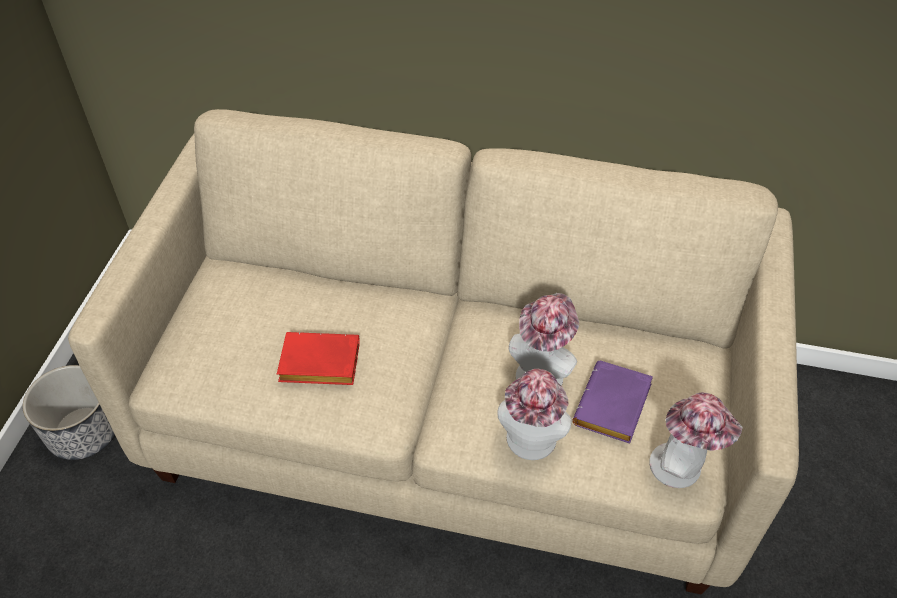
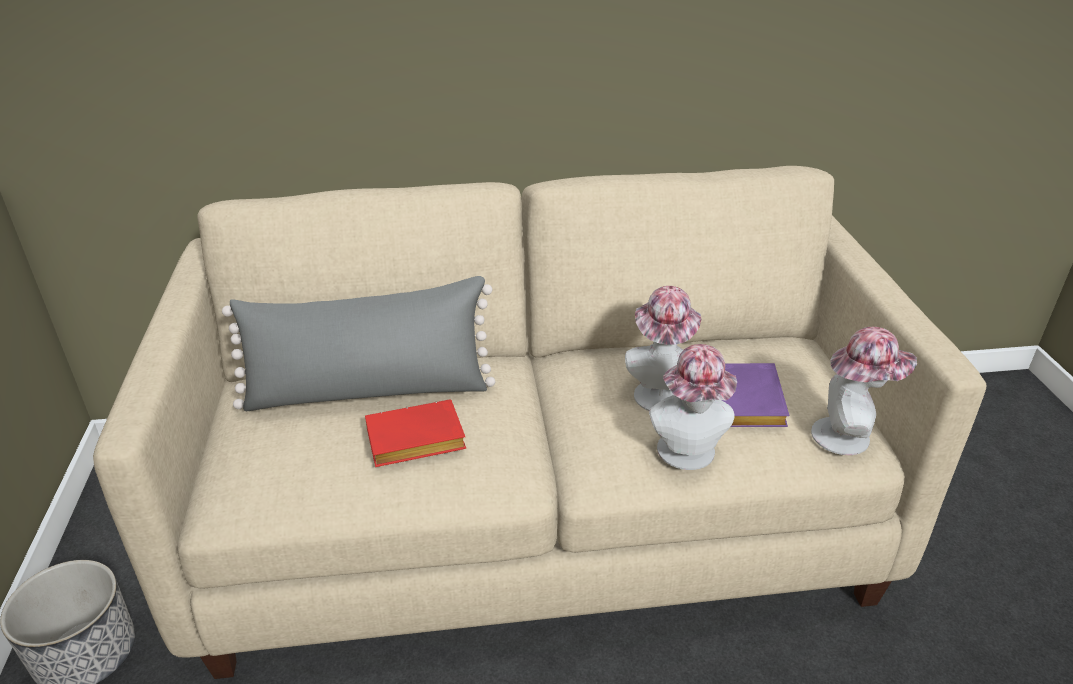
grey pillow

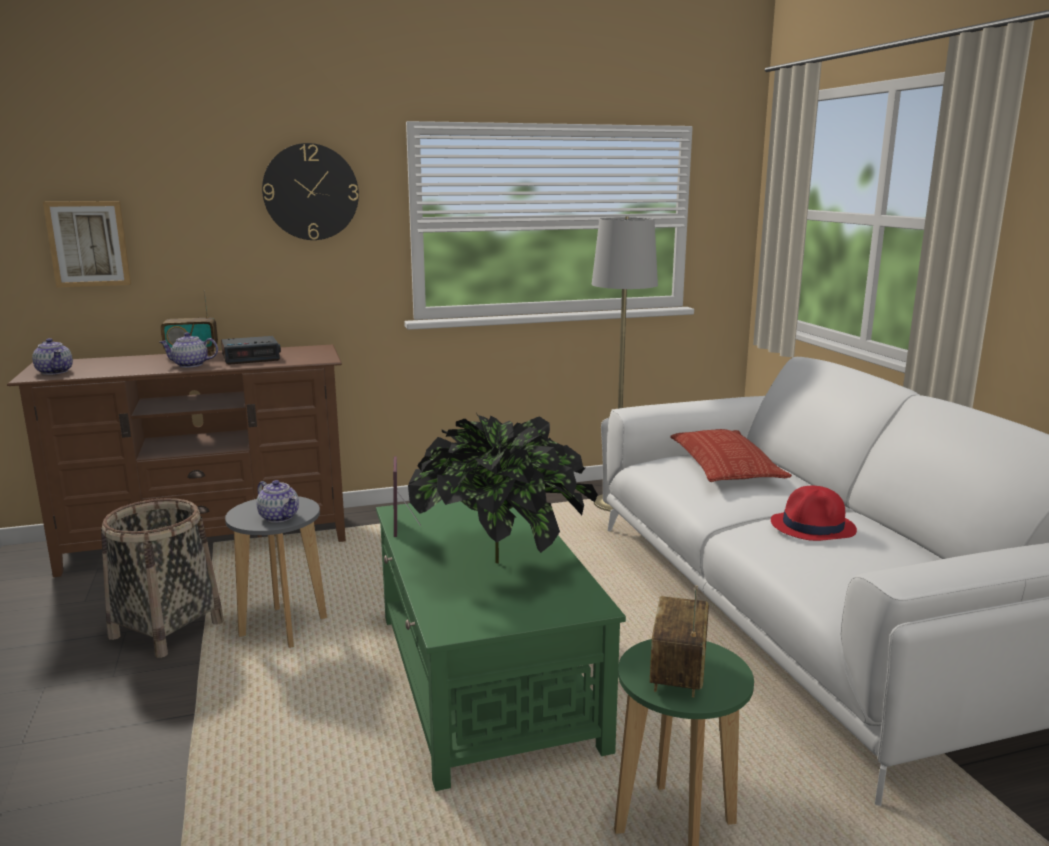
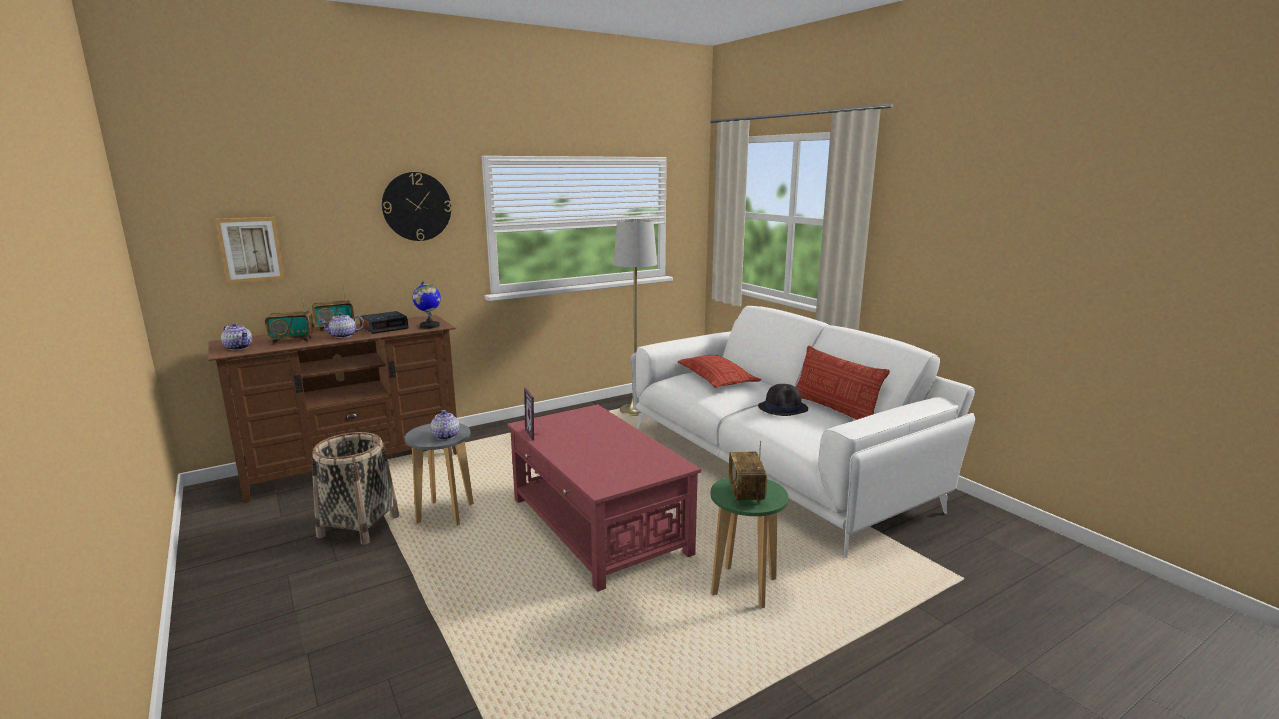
teapot (3rd from left); red coffee table; potted plant; black hat; radio (1st from left); globe; pillow (2nd from left)

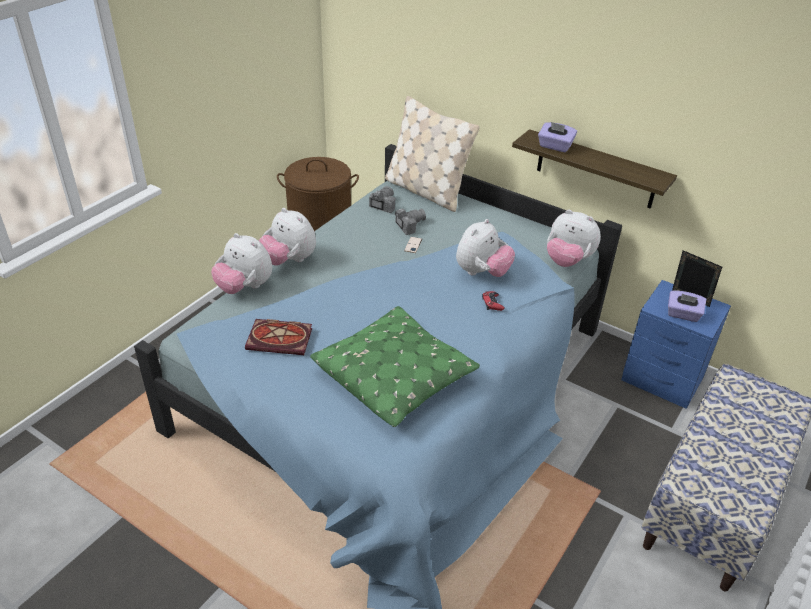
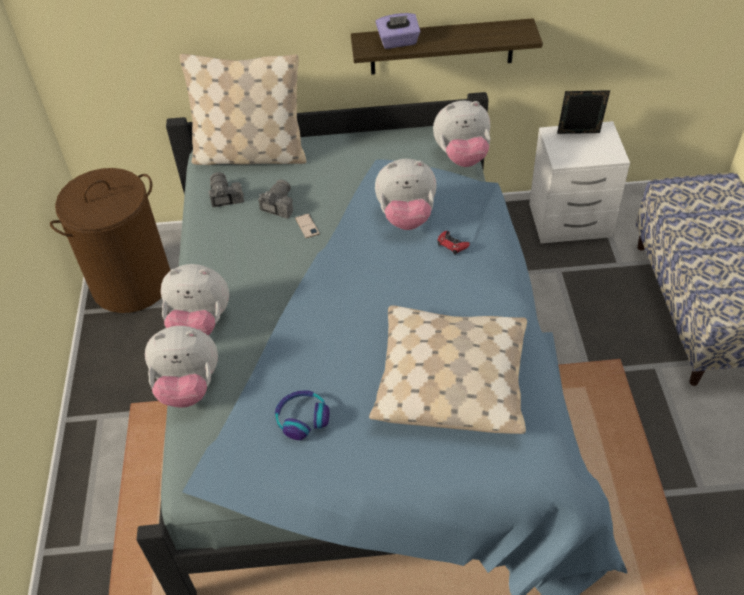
headphones; beige pillow (2nd from left); plush toy (3rd from left); white nightstand; purple tissue box (2nd from left in the first image)

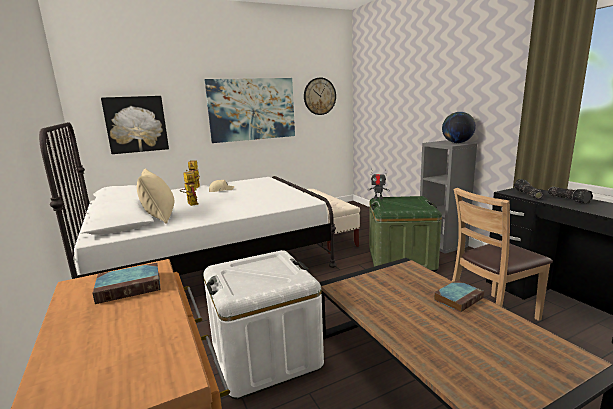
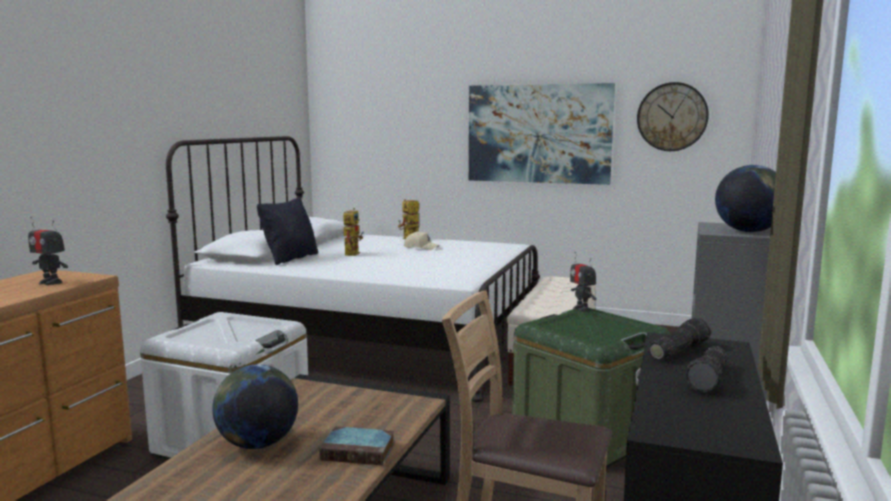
toy robot (1st from left); picture (1st from left in the first image); black pillow; globe (1st from left)

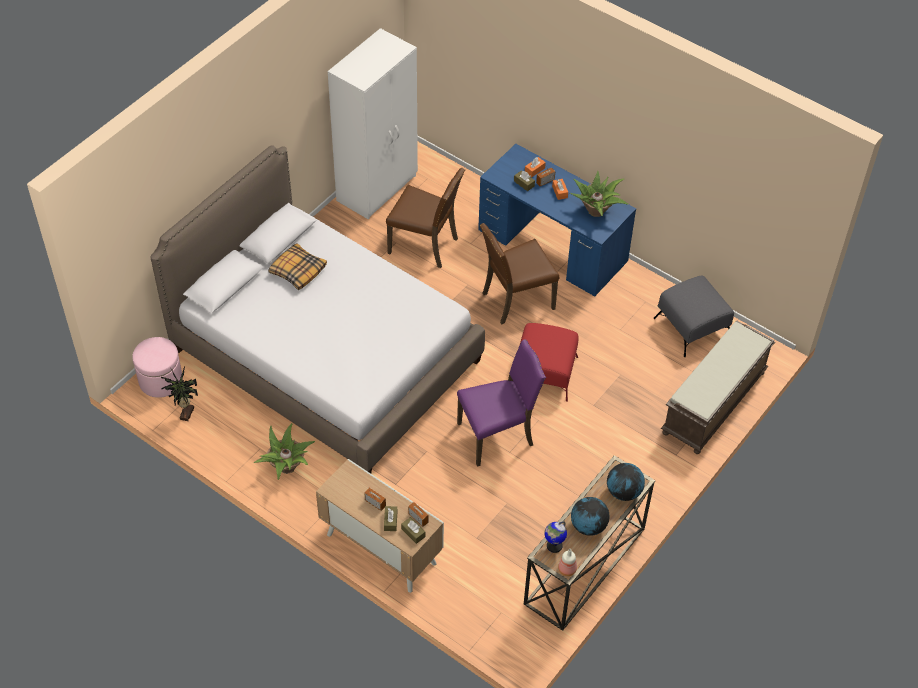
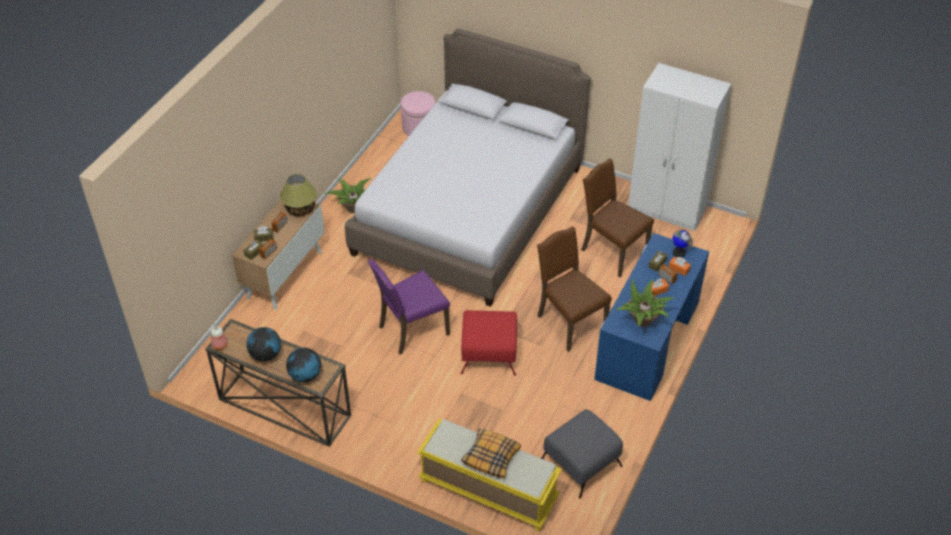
potted plant (1st from left in the first image); pillow; brown chair (2nd from left); purple chair; globe (3rd from left); yellow bench; table lamp

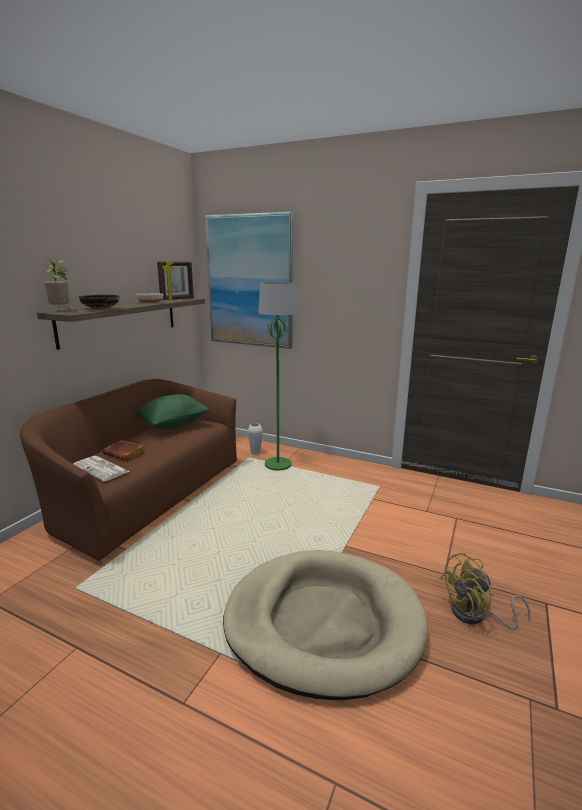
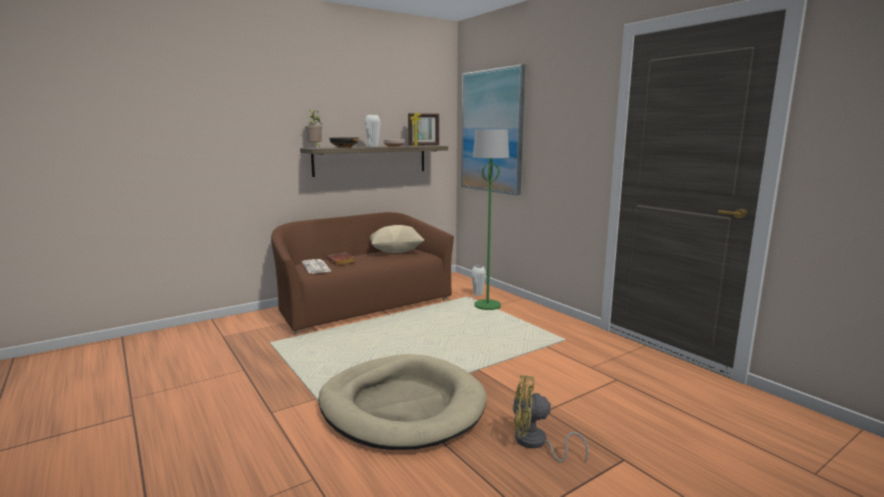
beige pillow; white vase (1st from left)

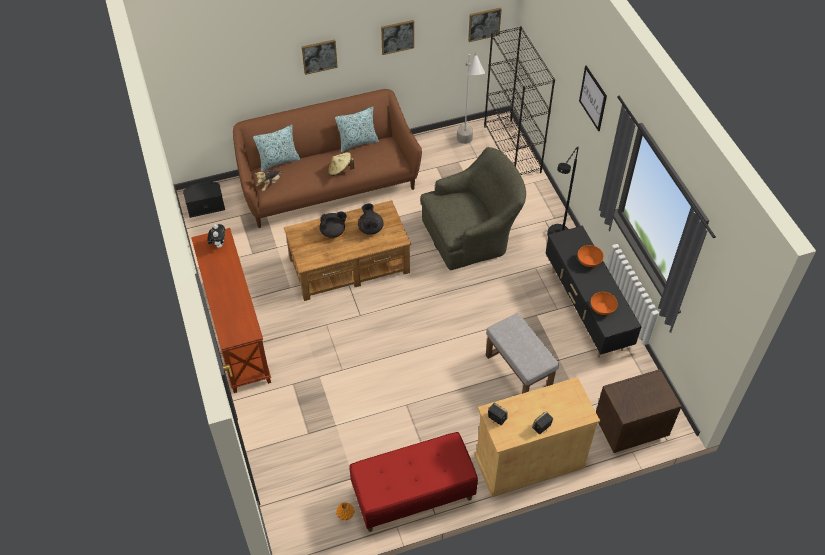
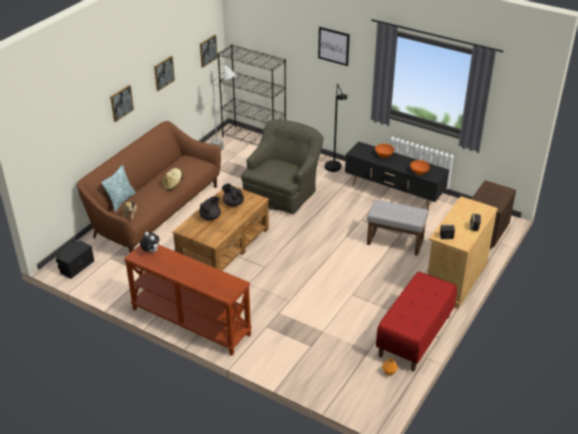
pillow (2nd from left in the first image)

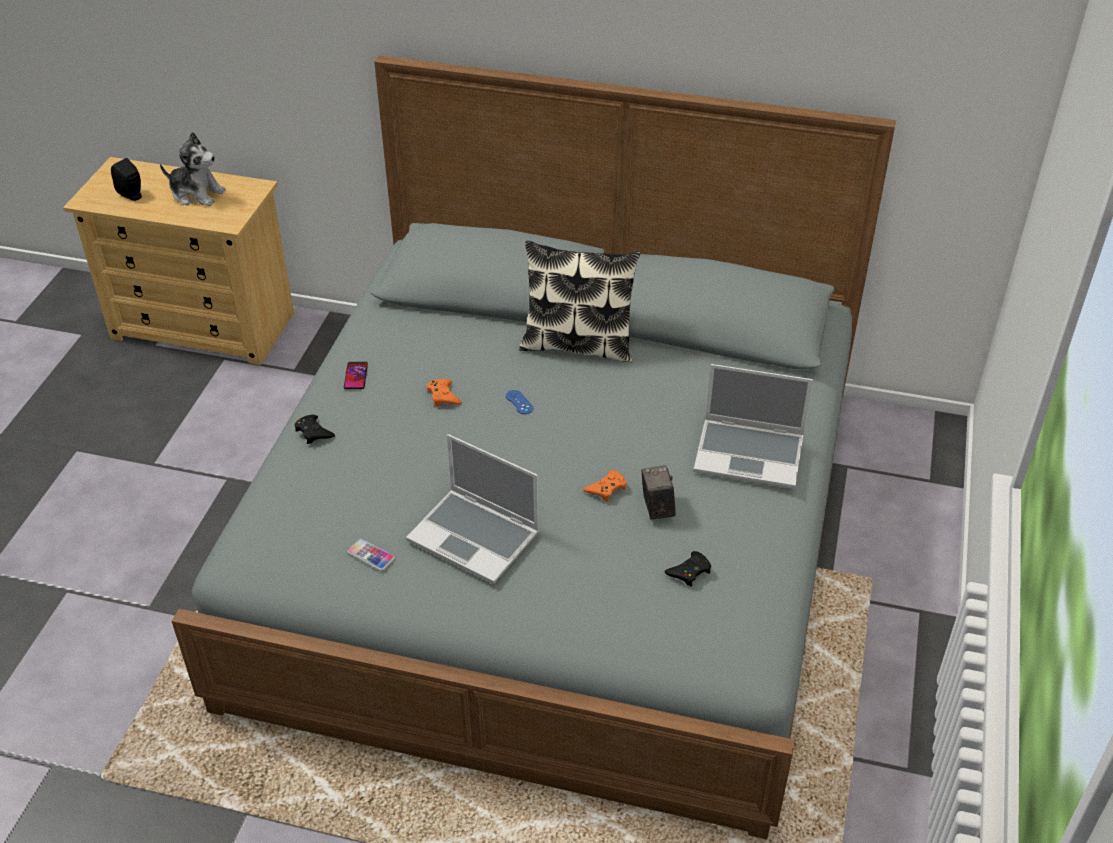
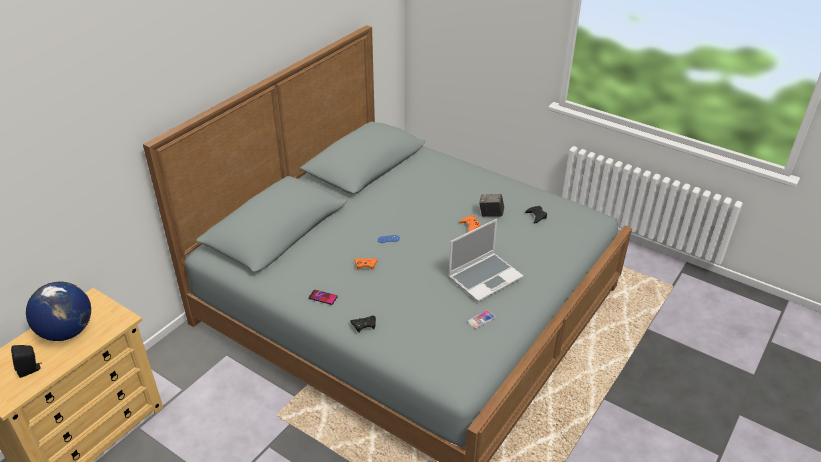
globe; pillow; laptop (2nd from left in the first image)

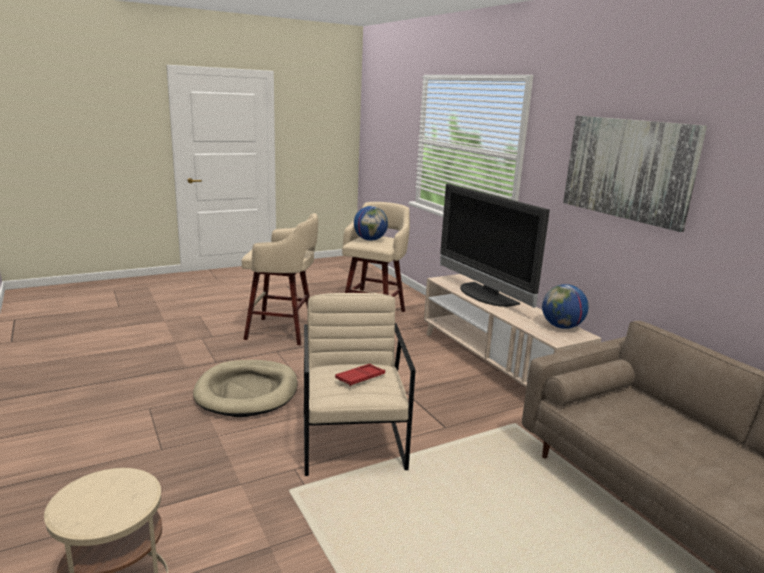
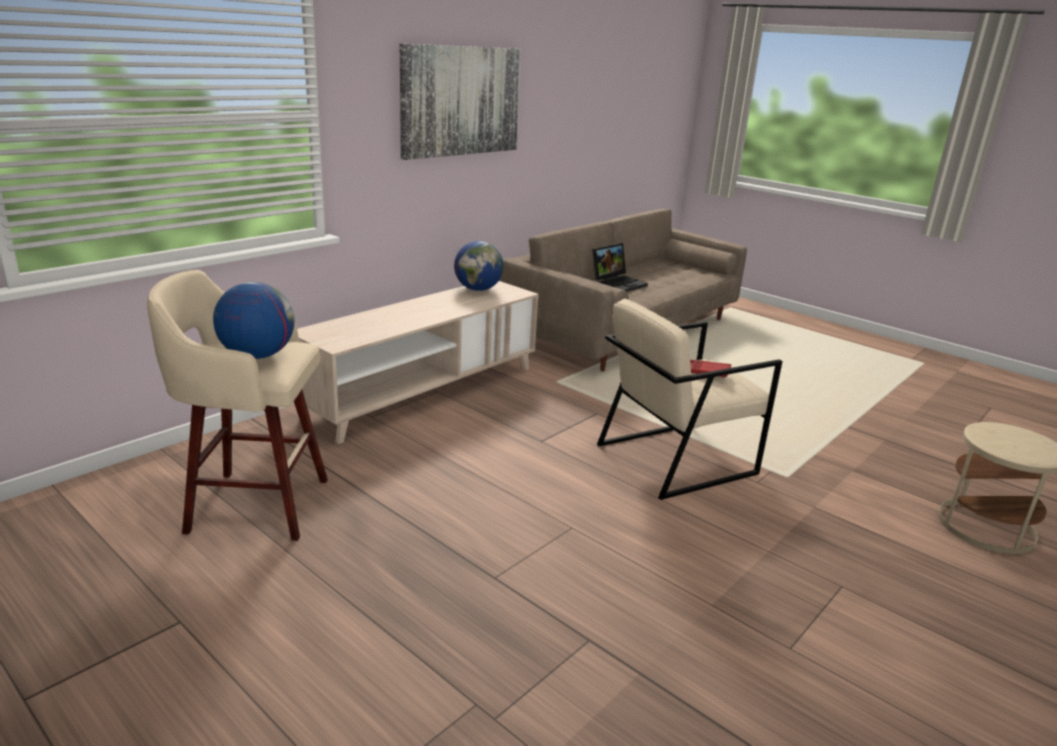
beige dog bed; beige stool (1st from left in the first image); television; laptop

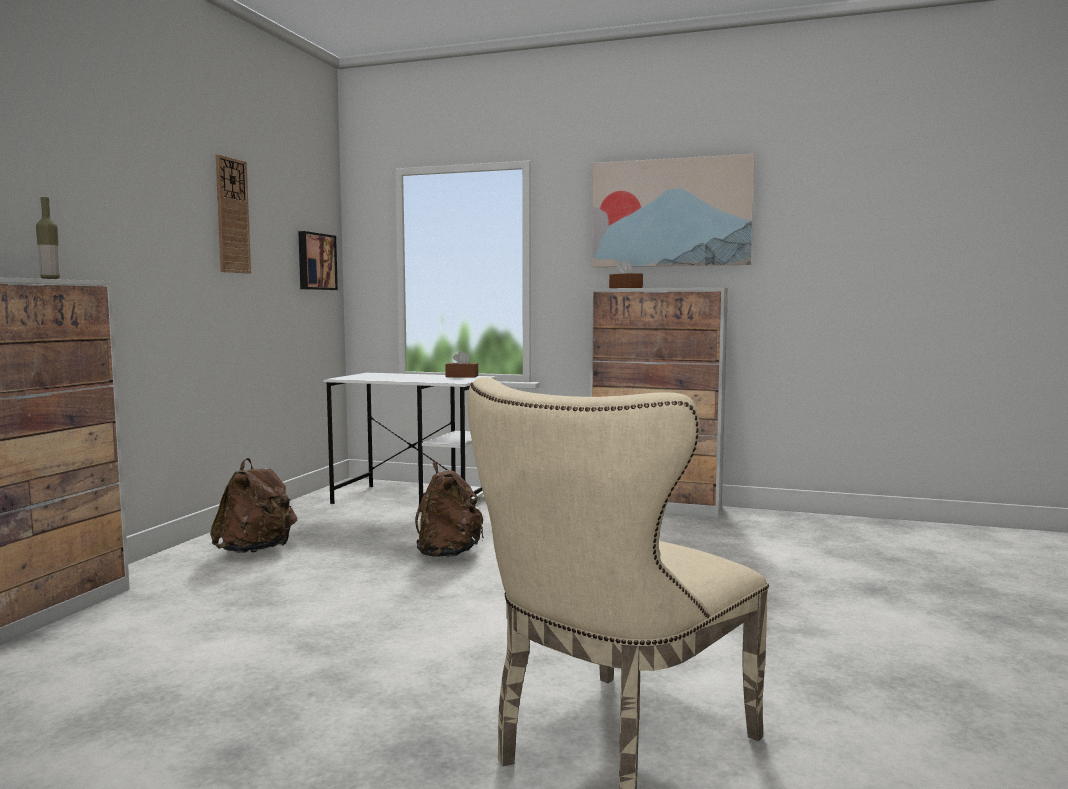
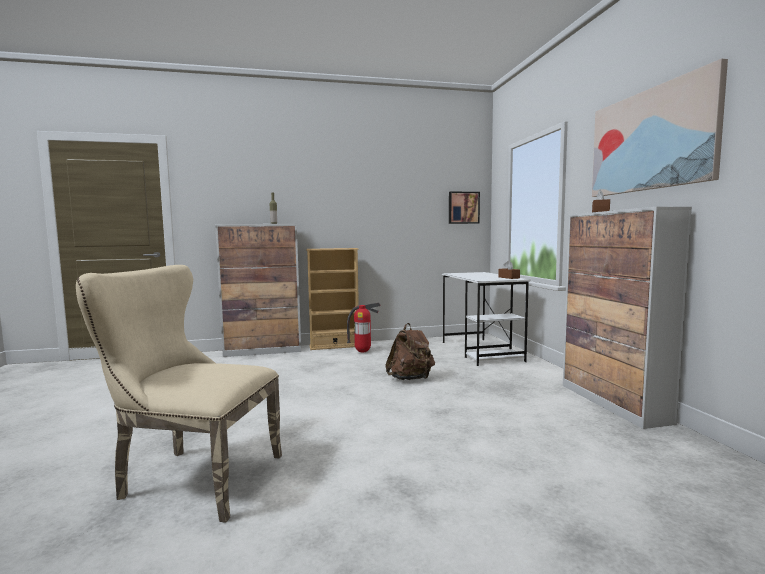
fire extinguisher; wall clock; beige bookcase

